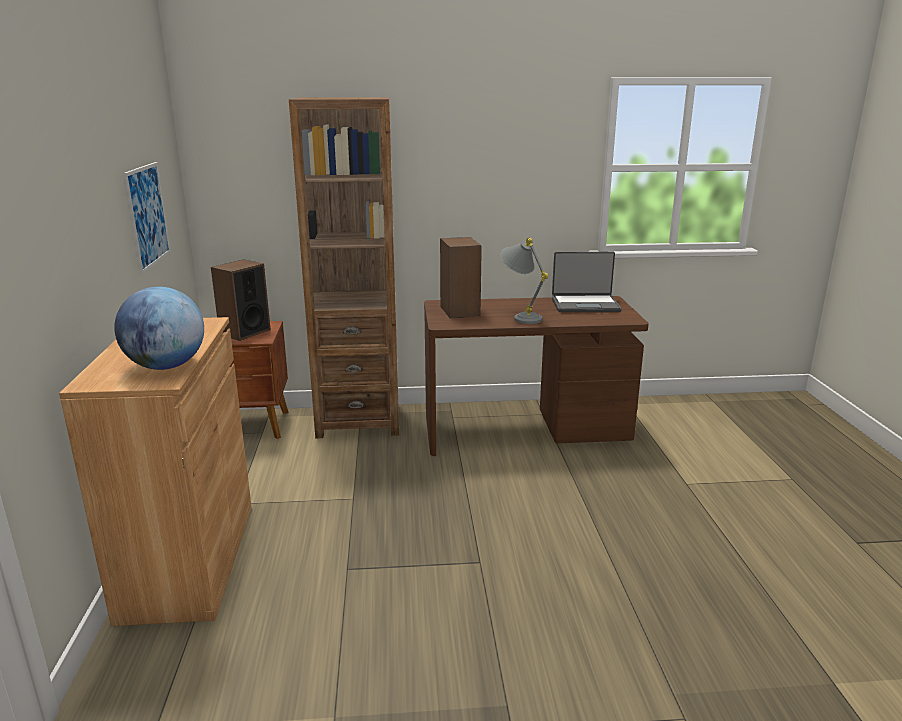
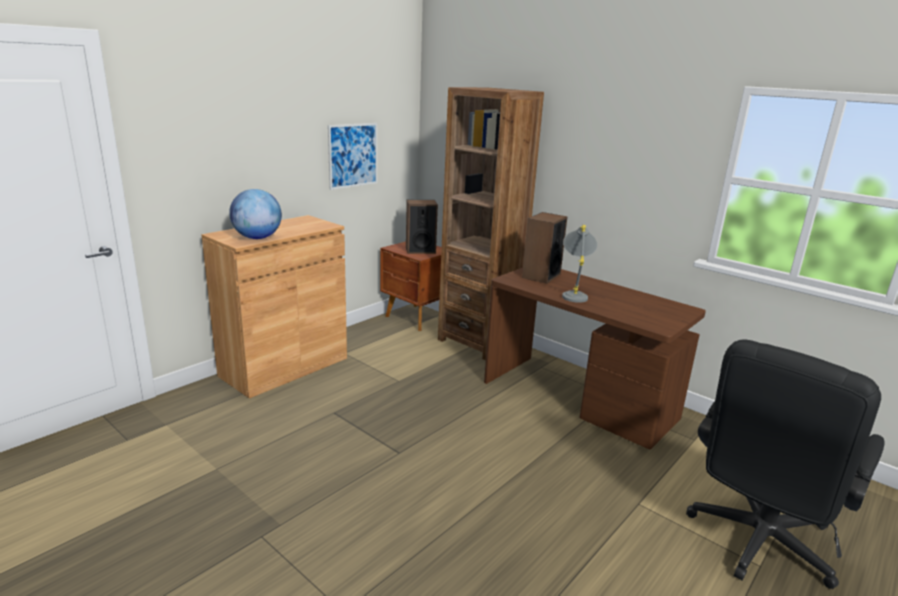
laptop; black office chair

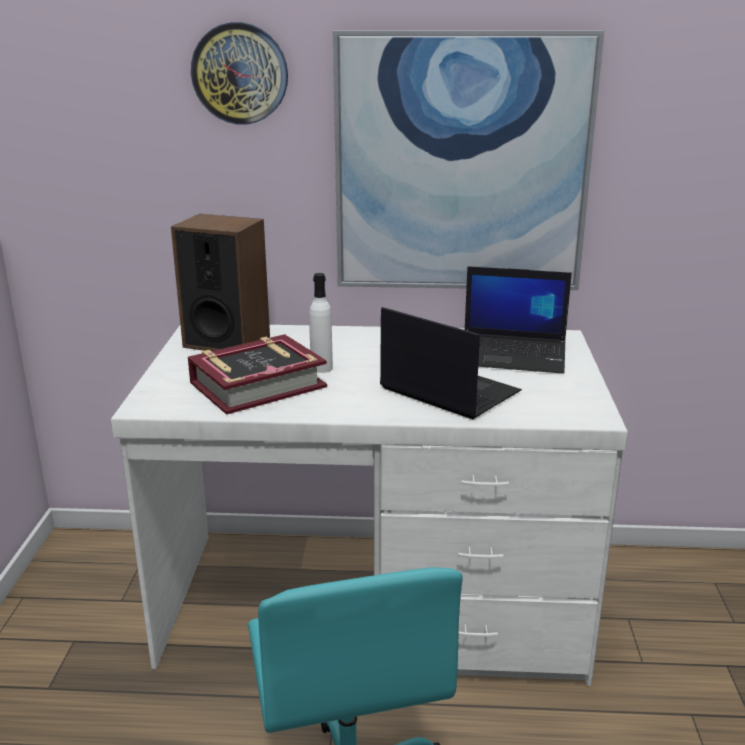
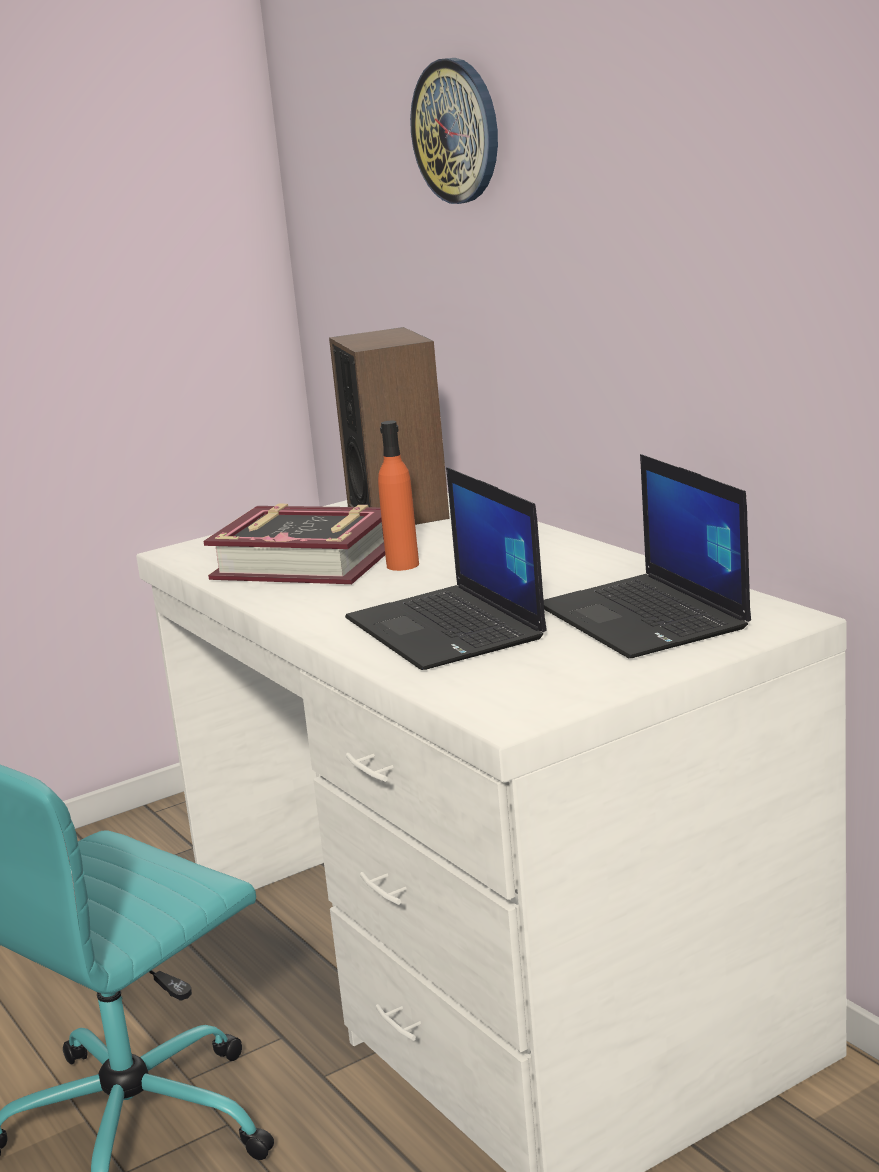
orange bottle; picture; laptop (1st from left)

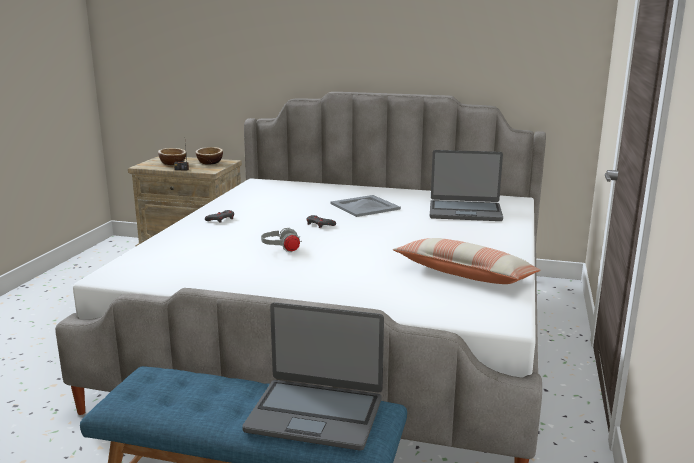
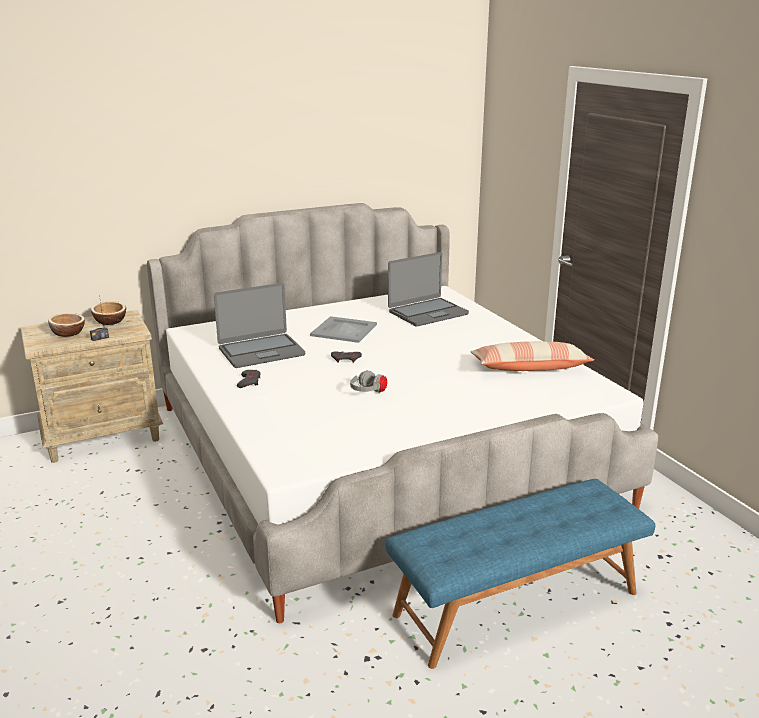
laptop (1st from left)

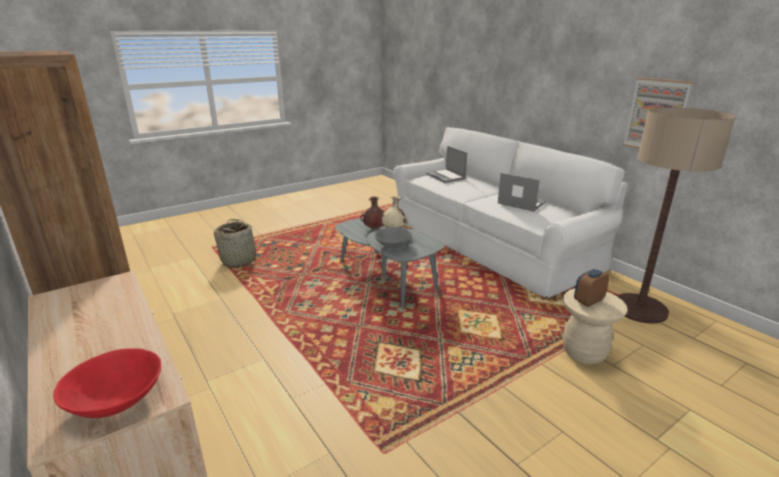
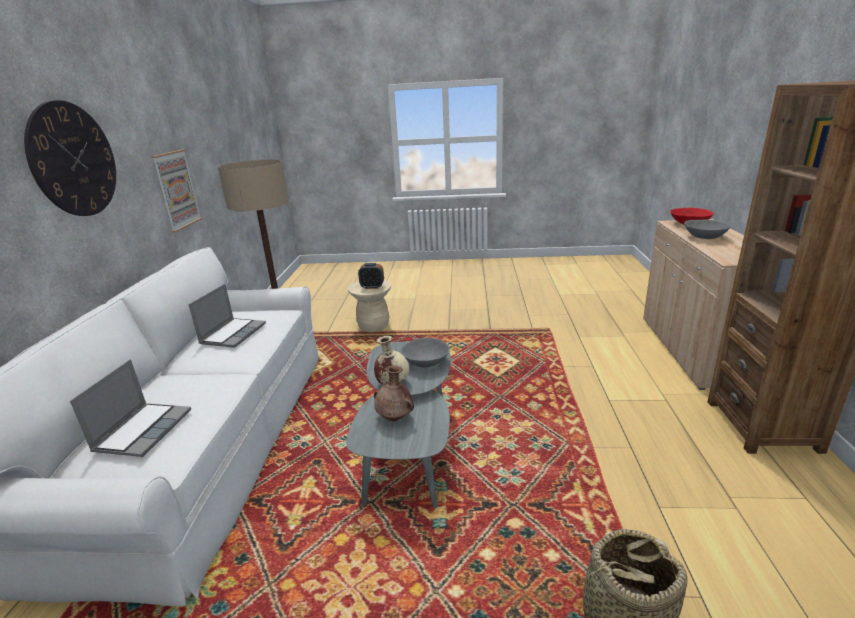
laptop (2nd from left); wall clock; grey bowl (2nd from left)

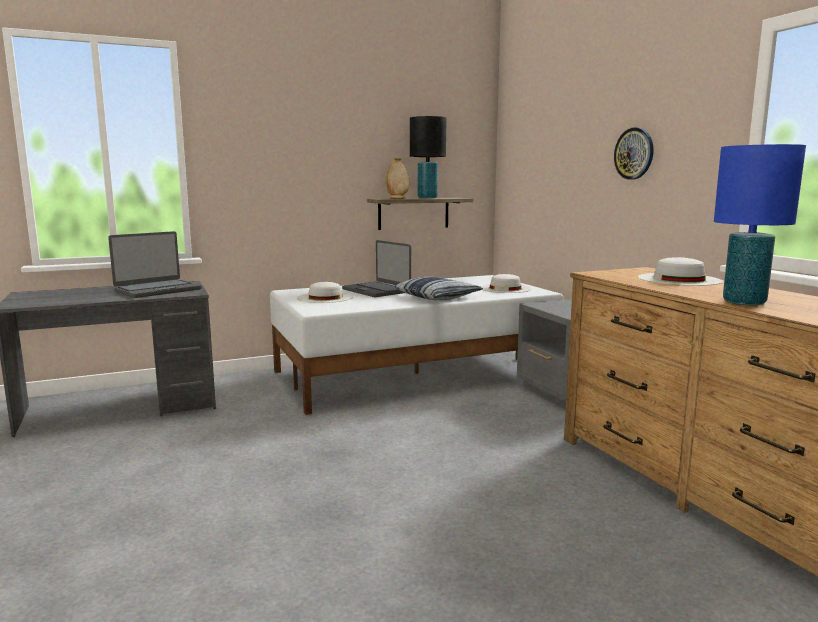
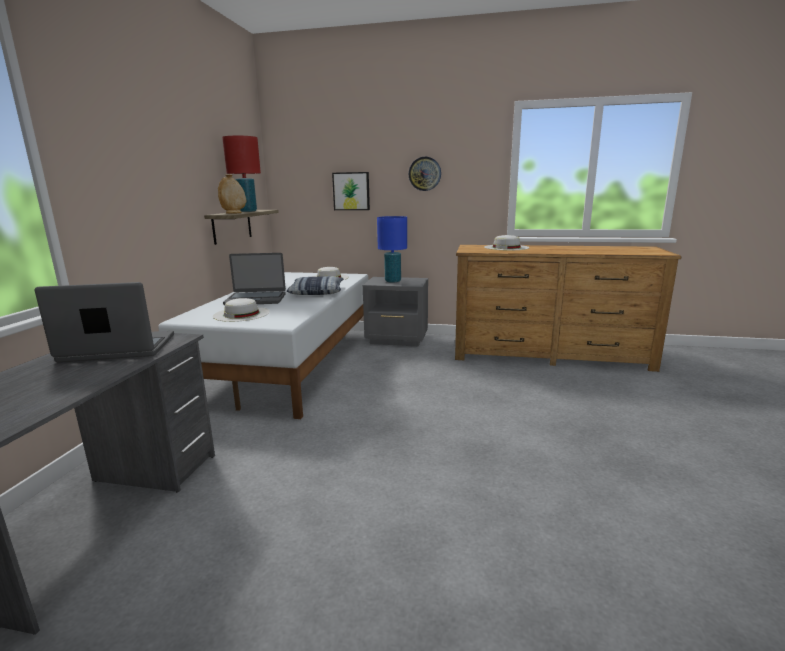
laptop (1st from left); red table lamp; blue table lamp; picture

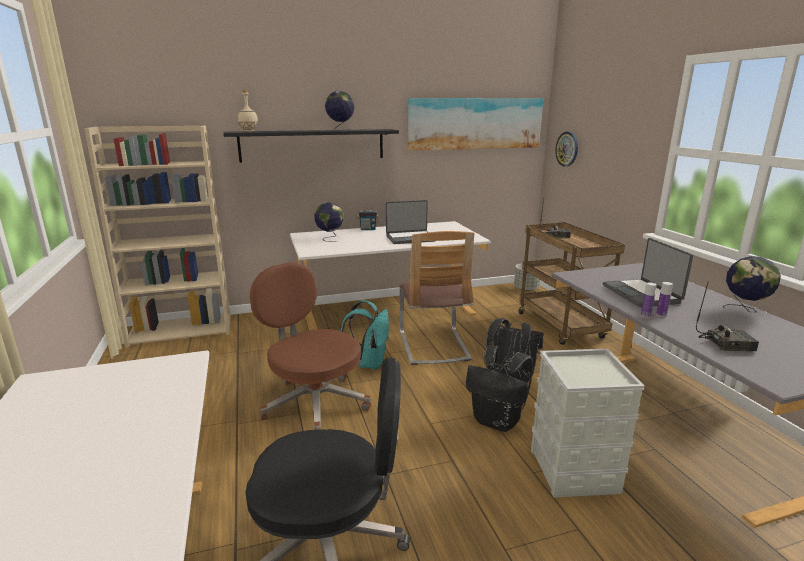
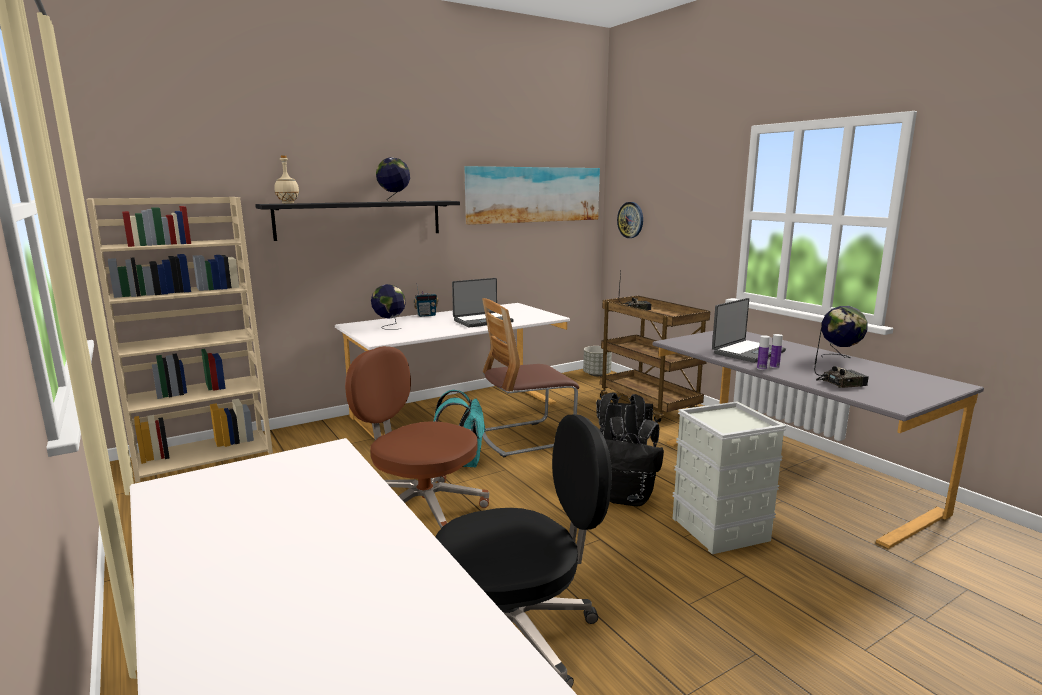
chair; laptop (2nd from left)

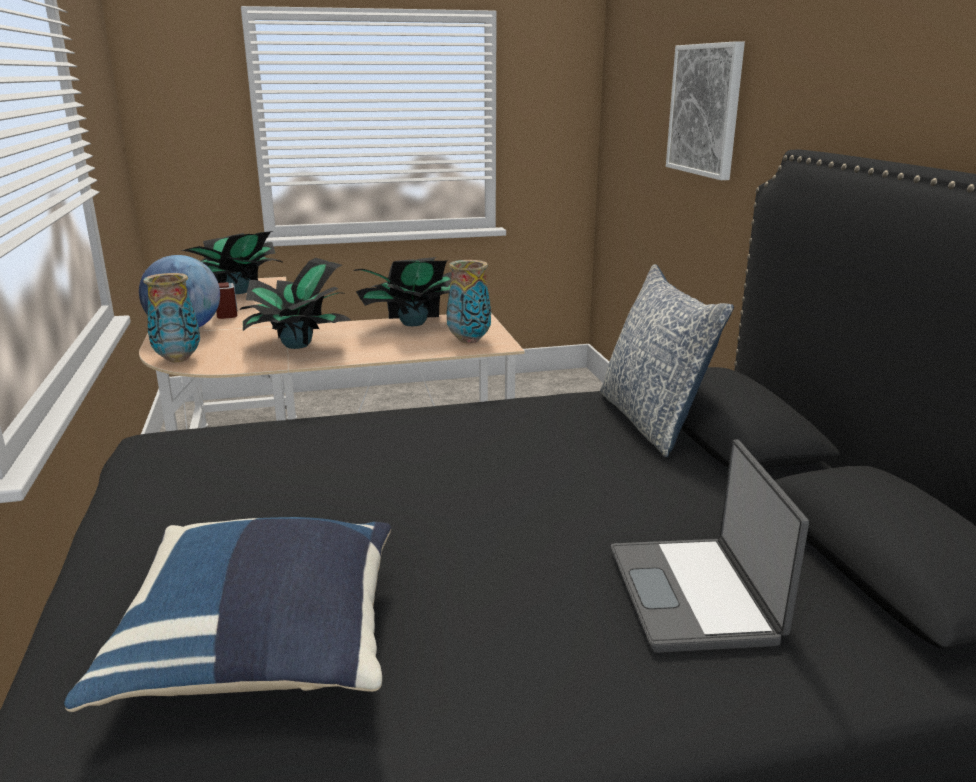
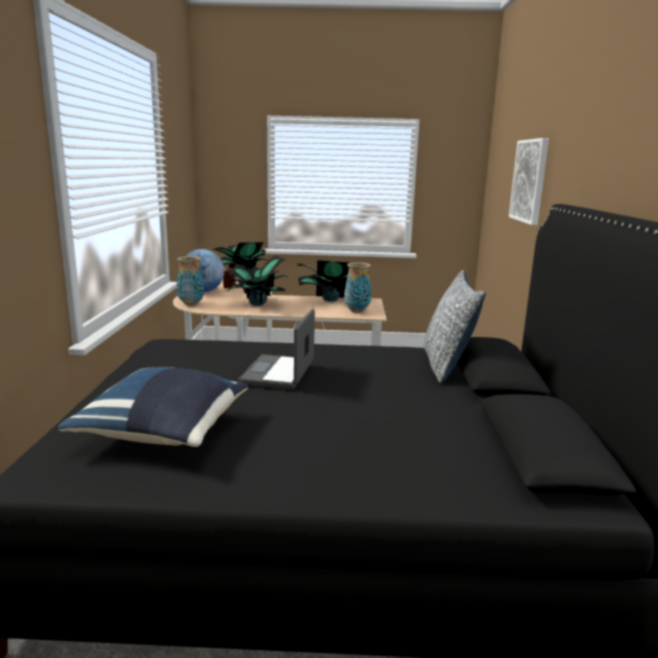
laptop

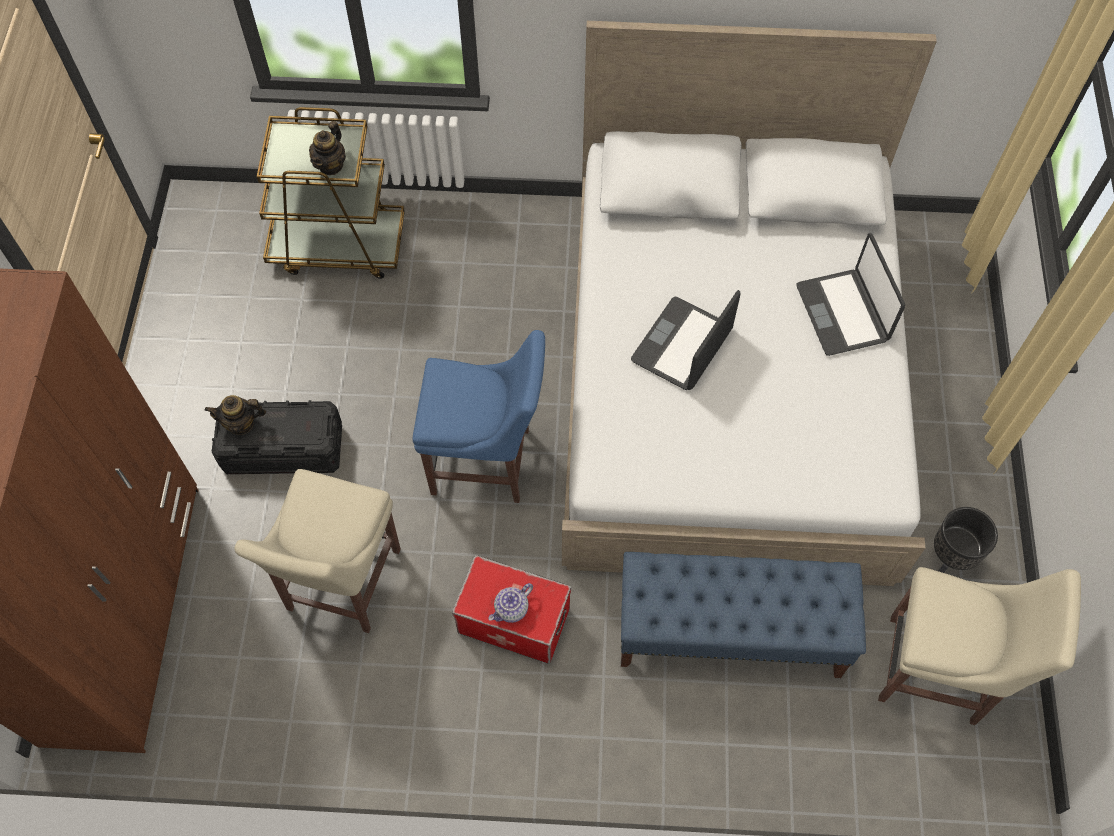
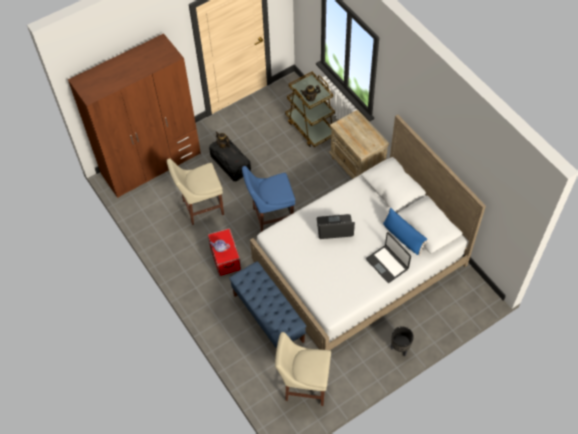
blue chair; laptop (2nd from left); beige chair (2nd from left); black planter; beige nightstand; blue pillow

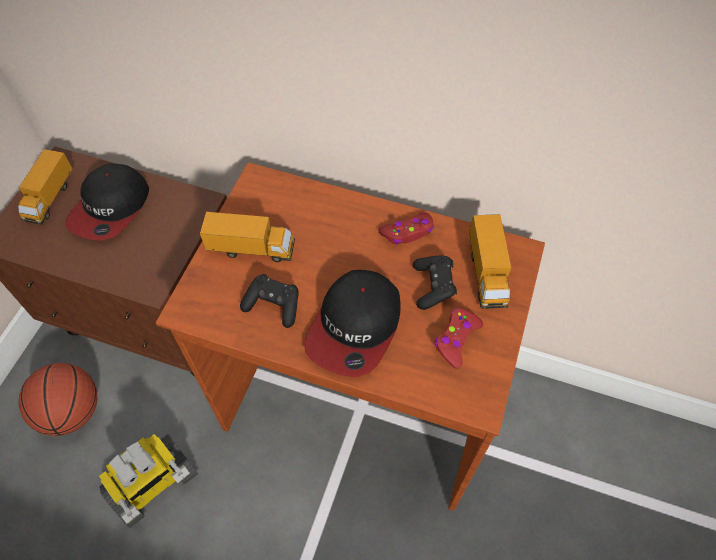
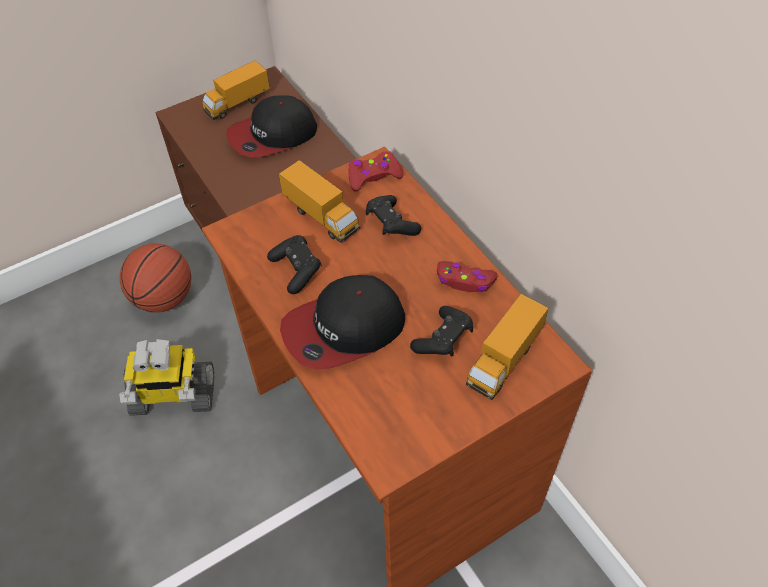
red game controller (1st from left); black game controller (2nd from left)

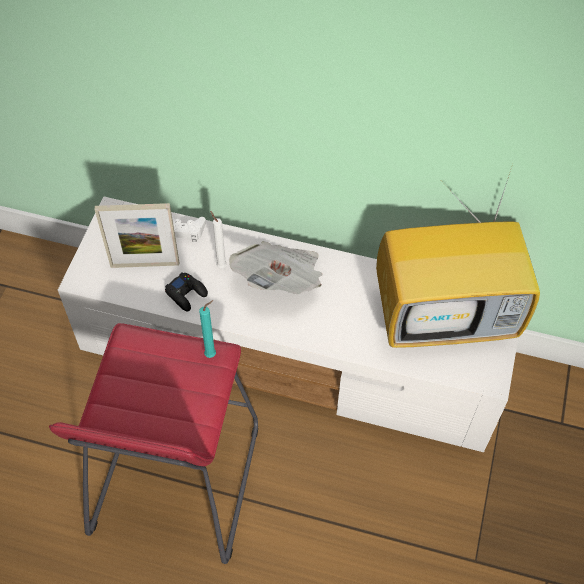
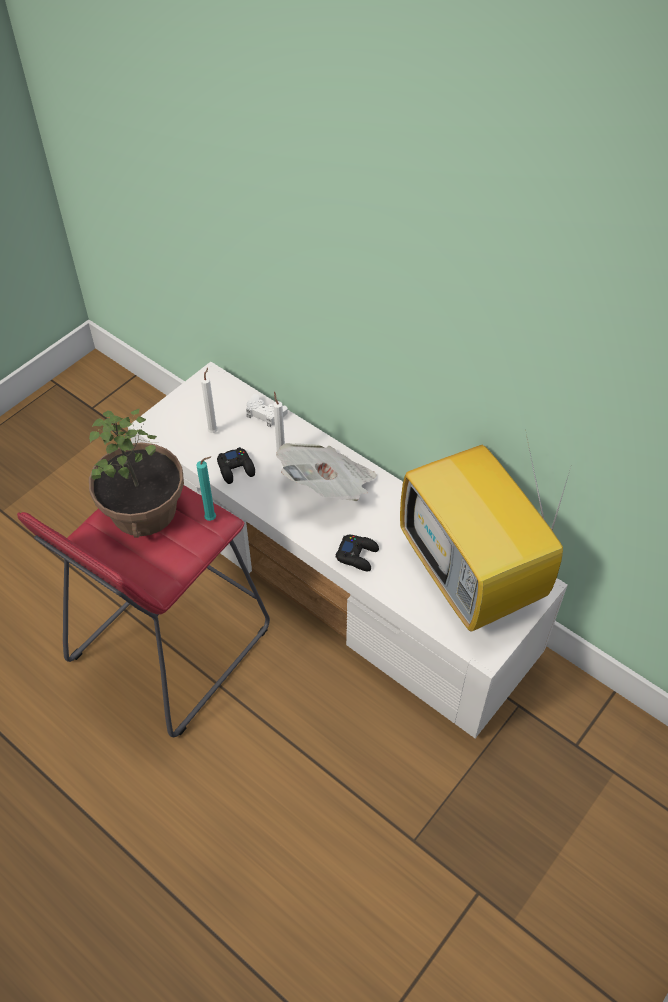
white candle (1st from left); television; potted plant; black game controller (2nd from left)

